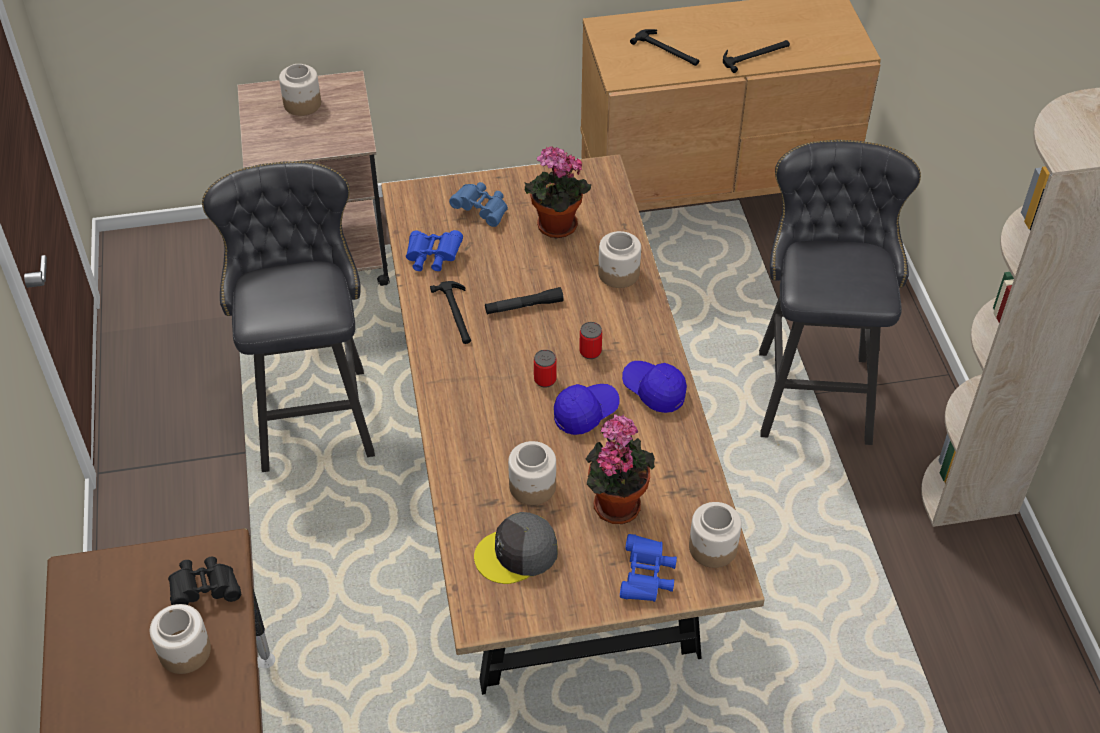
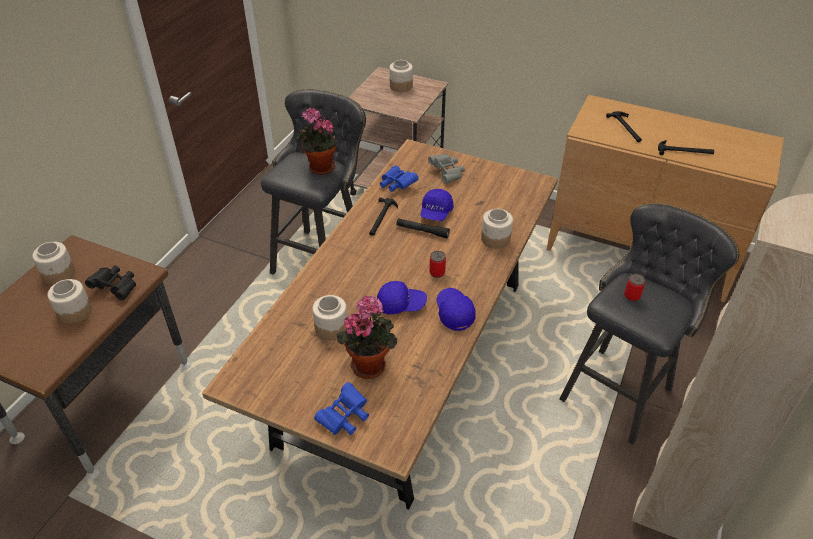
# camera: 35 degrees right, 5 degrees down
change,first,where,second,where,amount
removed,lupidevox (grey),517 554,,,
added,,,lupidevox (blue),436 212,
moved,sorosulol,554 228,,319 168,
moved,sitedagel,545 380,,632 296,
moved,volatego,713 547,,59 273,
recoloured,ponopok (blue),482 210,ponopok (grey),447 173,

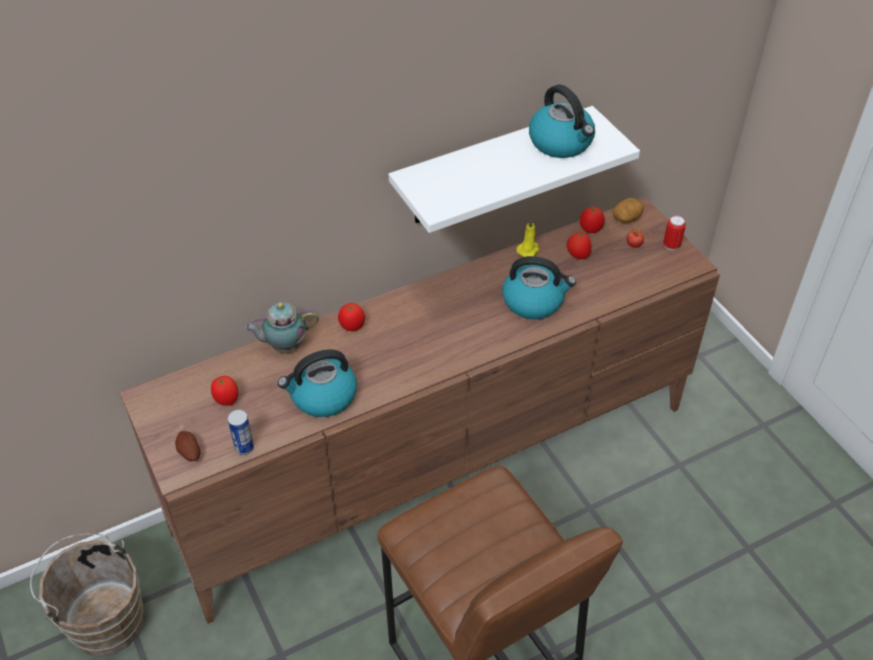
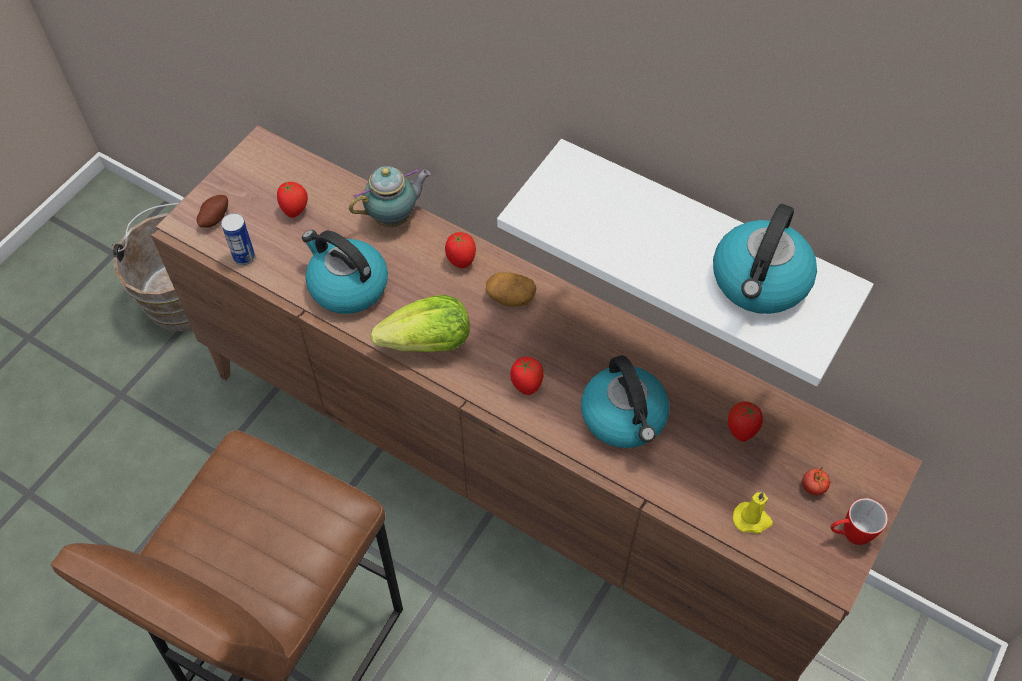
# camera: 60 degrees right, 10 degrees up
change,first,where,second,where,amount
added,,,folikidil,428 343,
moved,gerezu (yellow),528 250,,752 519,
moved,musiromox,590 229,,526 385,
moved,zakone,626 218,,510 297,
replaced,sitedagel,671 245,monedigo,849 534,
turned,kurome,284 346,,395 217,105 degrees clockwise

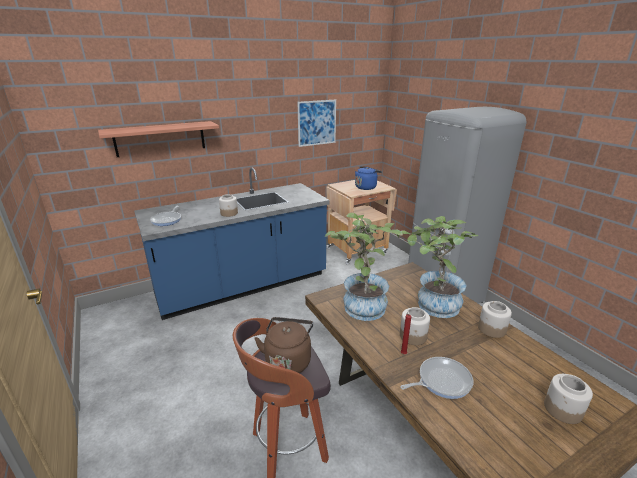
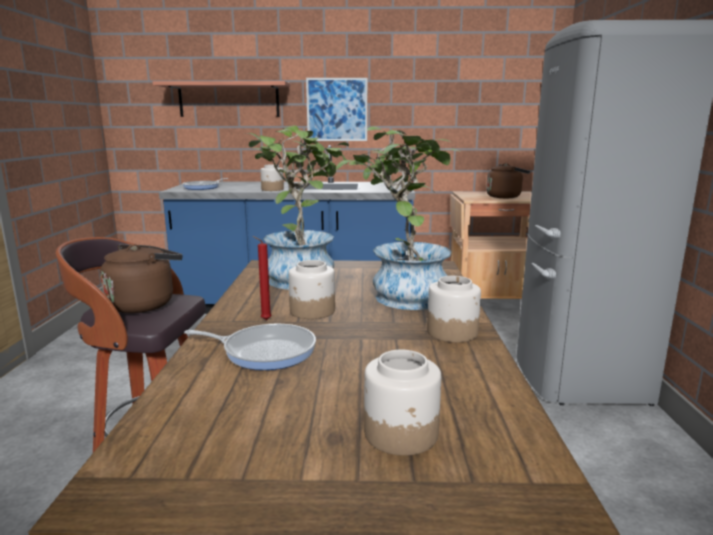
# camera: 30 degrees right, 10 degrees down
change,first,where,second,where,amount
moved,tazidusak,317 123,,337 109,
recoloured,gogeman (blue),366 187,gogeman (brown),505 196,

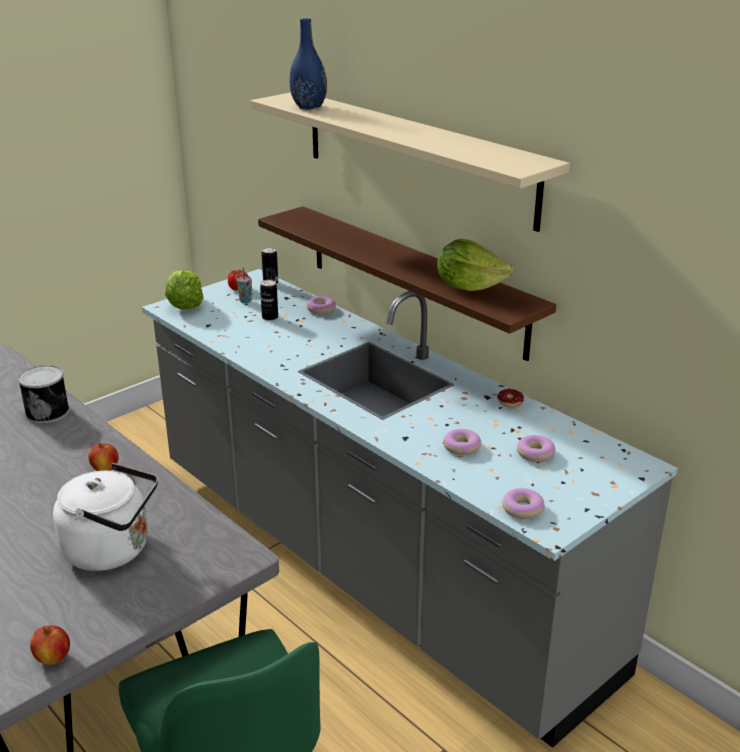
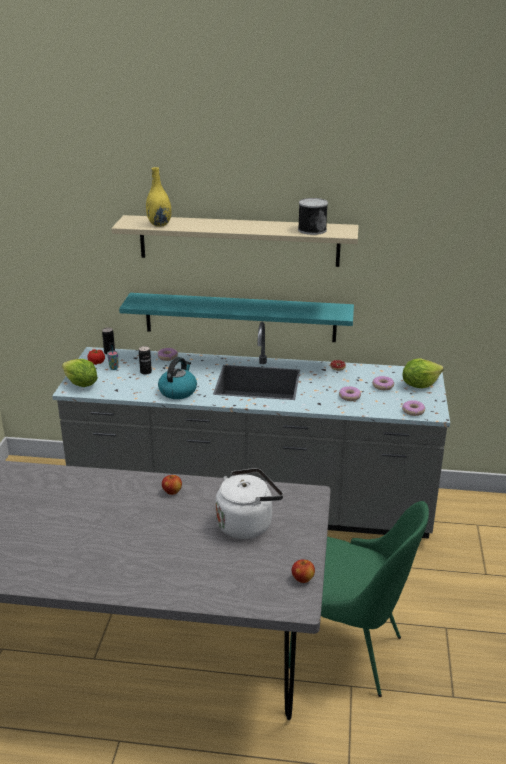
# camera: 40 degrees left, 0 degrees up
change,first,where,second,where,amount
added,,,gogeman,178 391,
moved,sitedagel,48 412,,311 229,
moved,folikidil,469 286,,419 385,
recoloured,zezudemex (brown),414 279,zezudemex (turquoise),240 317,
recoloured,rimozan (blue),309 107,rimozan (yellow),159 224,

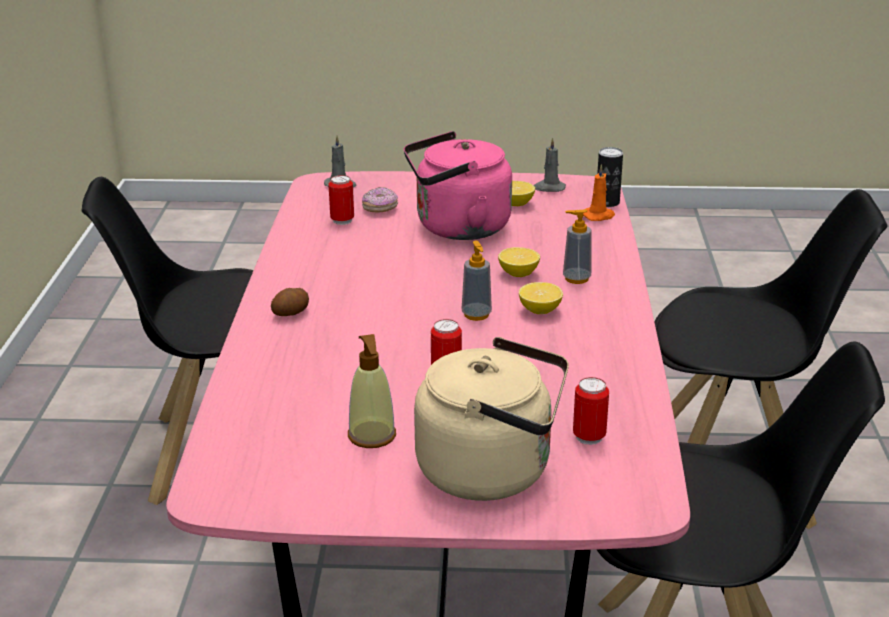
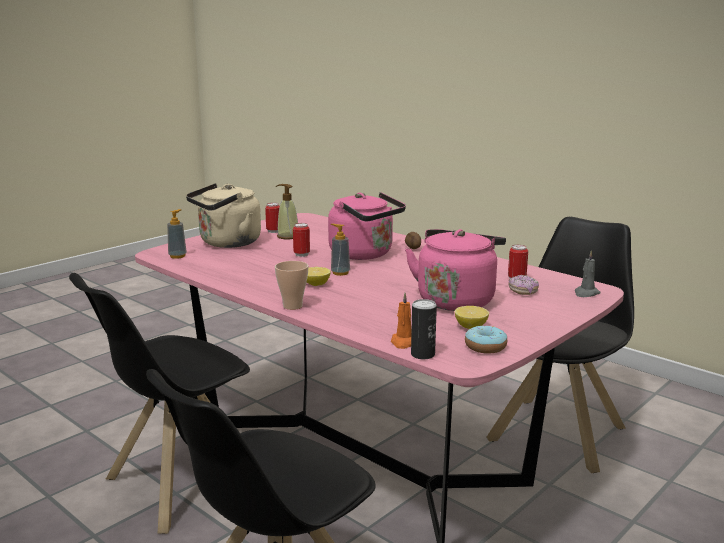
# camera: 130 degrees right, 10 degrees down
change,first,where,second,where,amount
removed,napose,518 273,,,
added,,,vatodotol,292 306,
added,,,gogeman (pink),364 254,
moved,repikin,576 278,,177 256,
moved,sitedagel,589 437,,273 231,
replaced,gerezu (grey),548 188,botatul,485 347,

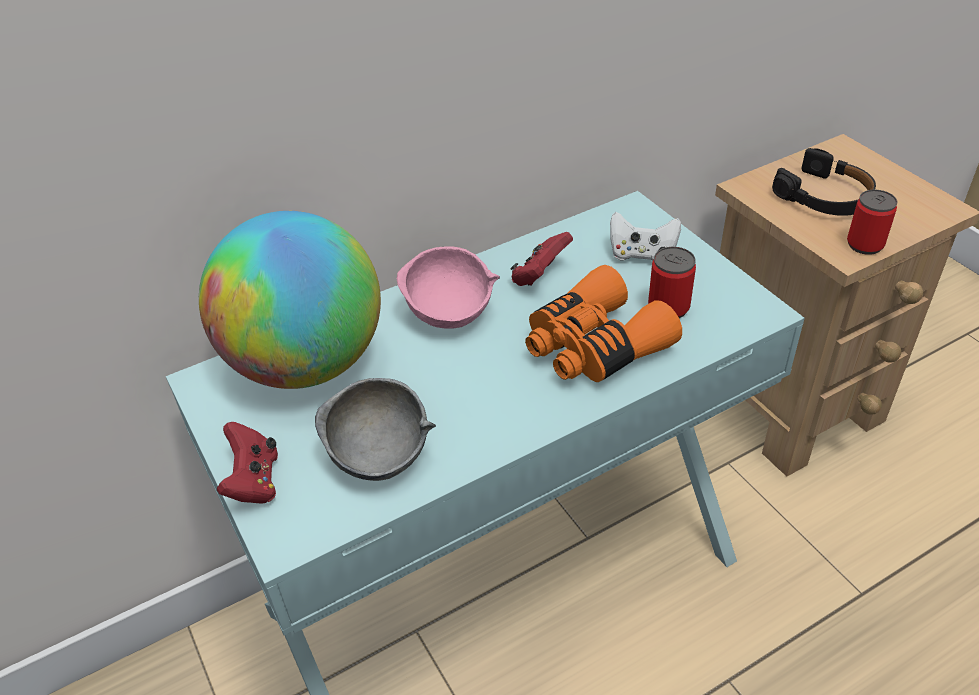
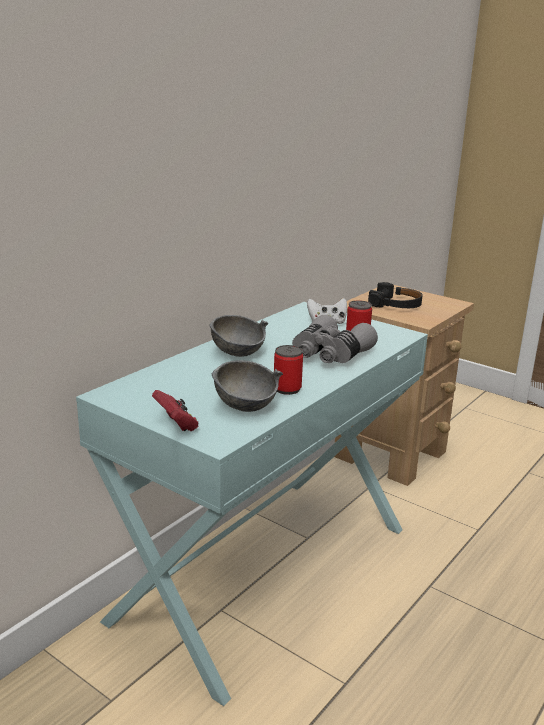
# camera: 25 degrees left, 20 degrees down
change,first,where,second,where,amount
removed,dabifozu,306 363,,,
removed,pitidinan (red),540 276,,,
moved,sitedagel,865 244,,287 389,
recoloured,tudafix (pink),450 313,tudafix (grey),238 353,
recoloured,ponopok (orange),593 346,ponopok (grey),330 354,

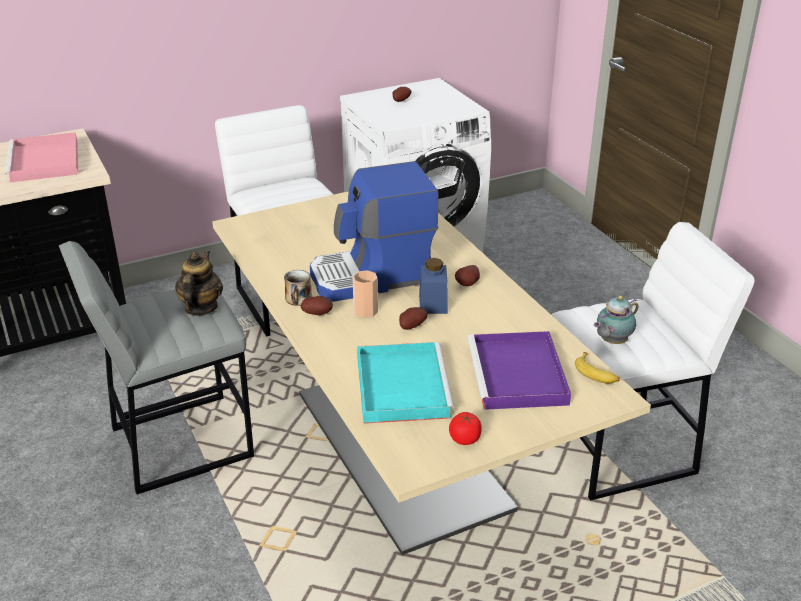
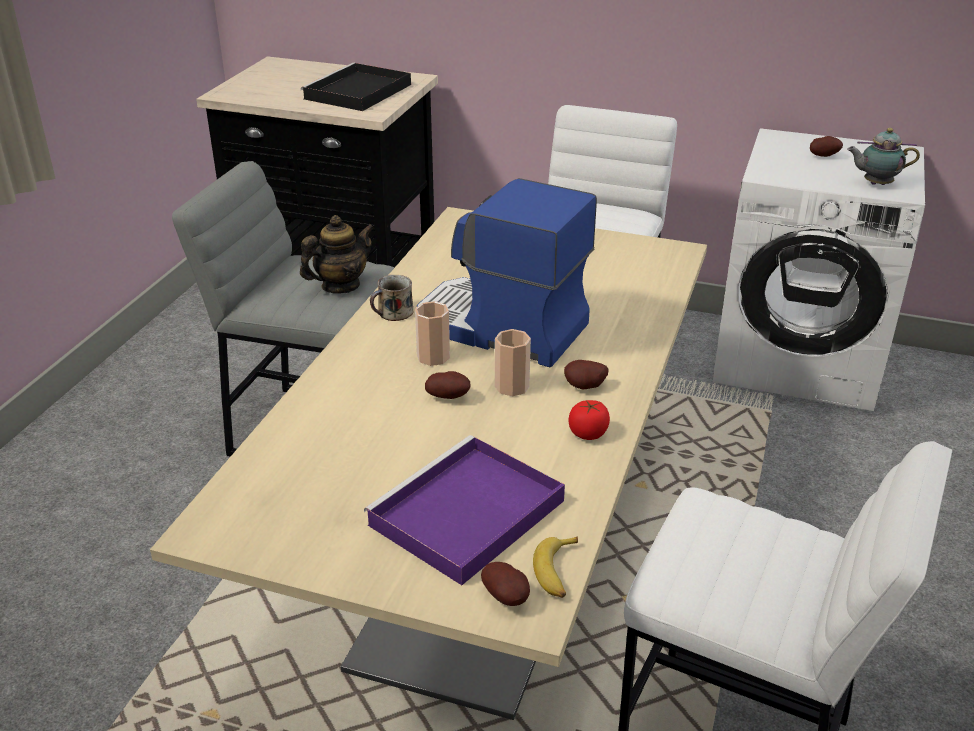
# camera: 45 degrees right, 0 degrees up
change,first,where,second,where,amount
removed,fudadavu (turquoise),401 385,,,
moved,zakone,318 314,,507 598,
moved,musiromox,465 439,,588 433,
moved,kurome,612 342,,875 184,
replaced,volatego (blue),433 304,vatodotol,512 386,
recoloured,fudadavu (pink),45 162,fudadavu (black),357 92,

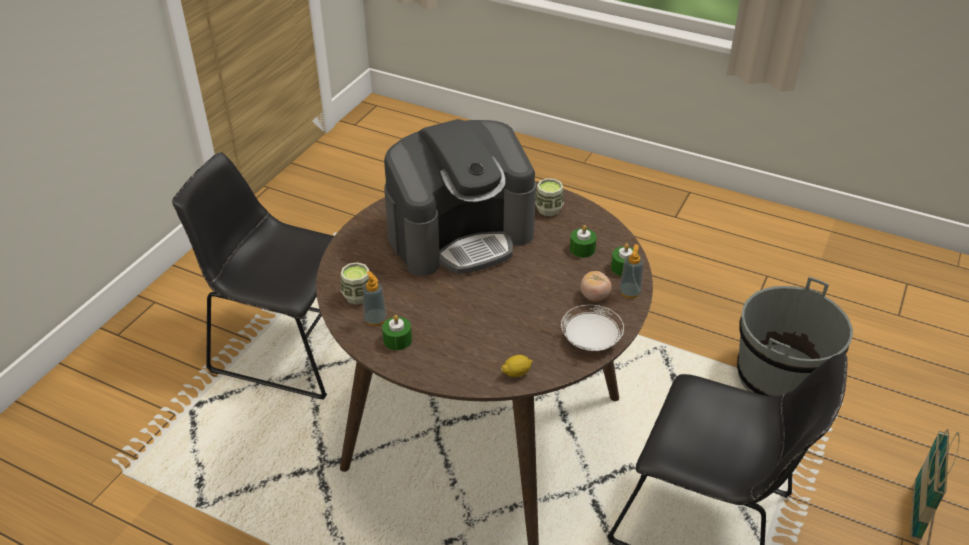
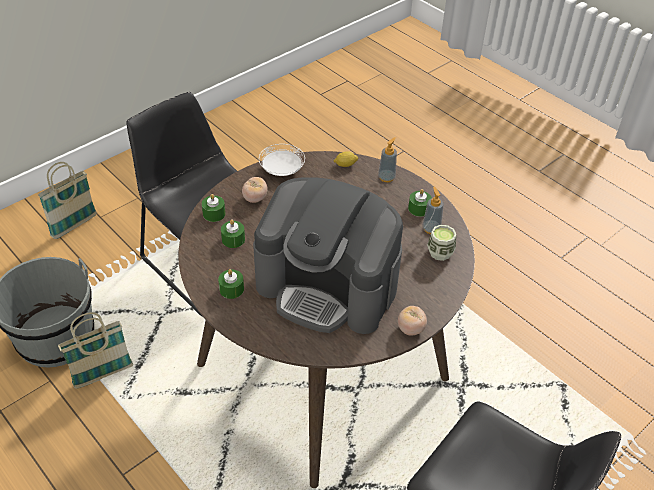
# camera: 160 degrees left, 5 degrees up
change,first,where,second,where,amount
added,,,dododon,103 375,
added,,,musiromox,410 329,
moved,repikin,629 292,,386 177,
replaced,vatodotol,548 209,gerezu (green),231 289,
turned,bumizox,461 234,,328 286,150 degrees counterclockwise

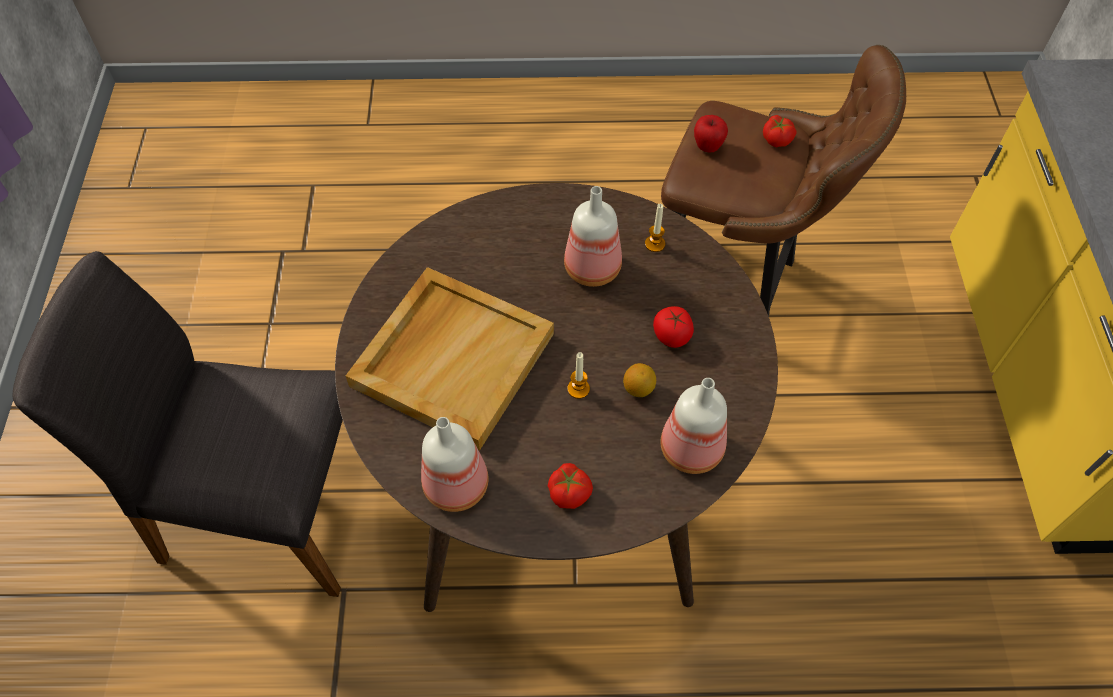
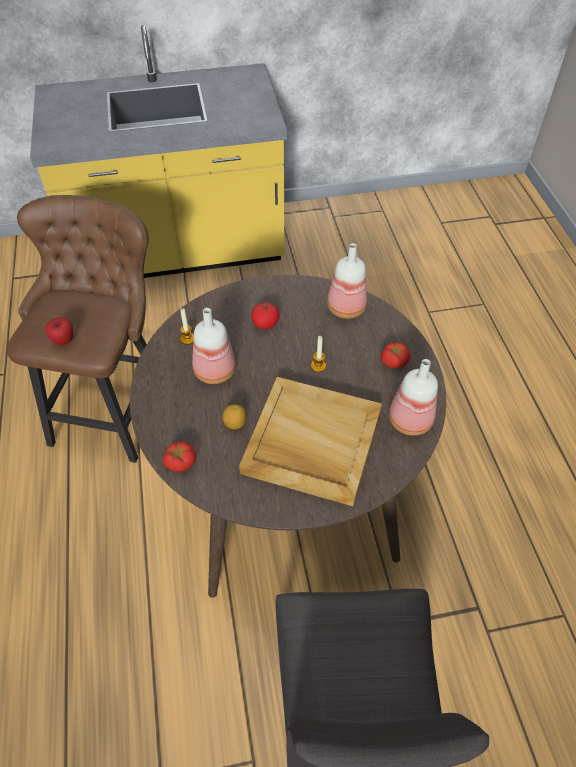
# camera: 100 degrees left, 5 degrees down
change,first,where,second,where,amount
moved,napose,638 388,,235 423,
moved,musiromox,777 139,,180 461,

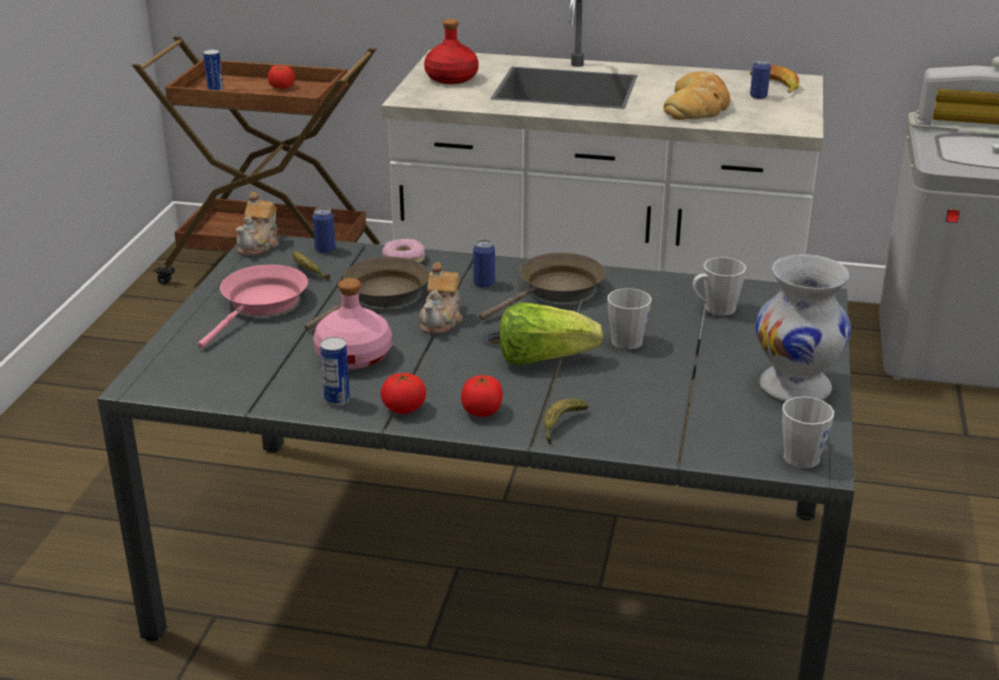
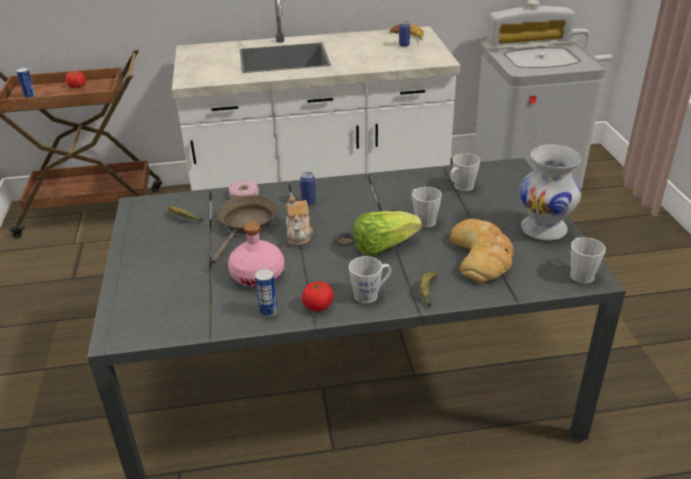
# camera: 20 degrees left, 5 degrees up
change,first,where,second,where,amount
removed,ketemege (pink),261 304,,,
removed,kurome,259 245,,,
removed,sitedagel,325 250,,,
removed,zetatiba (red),451 78,,,
removed,ketemege (brown),556 291,,,
moved,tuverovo,698 106,,481 255,
replaced,musiromox,482 411,monedigo (grey),370 294,

